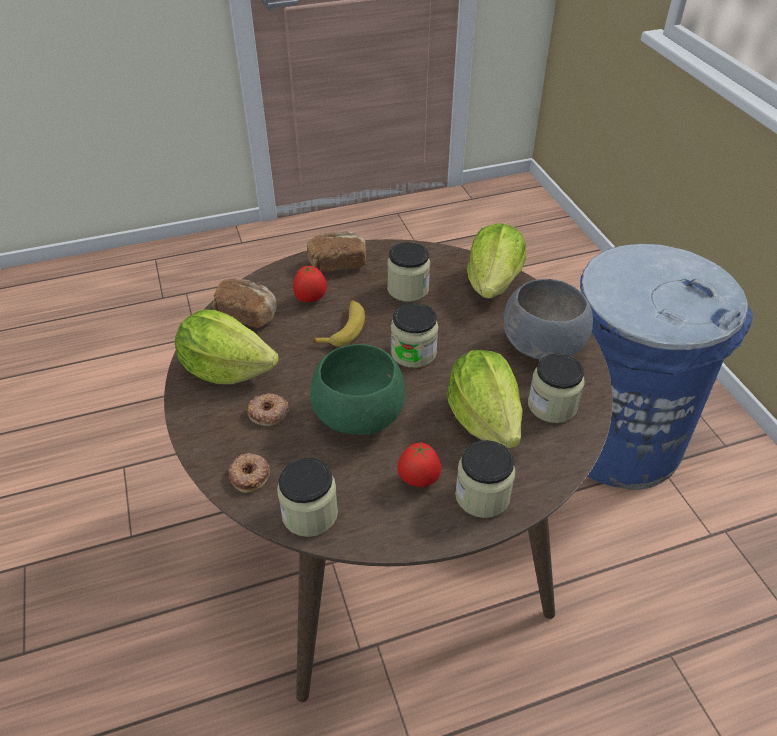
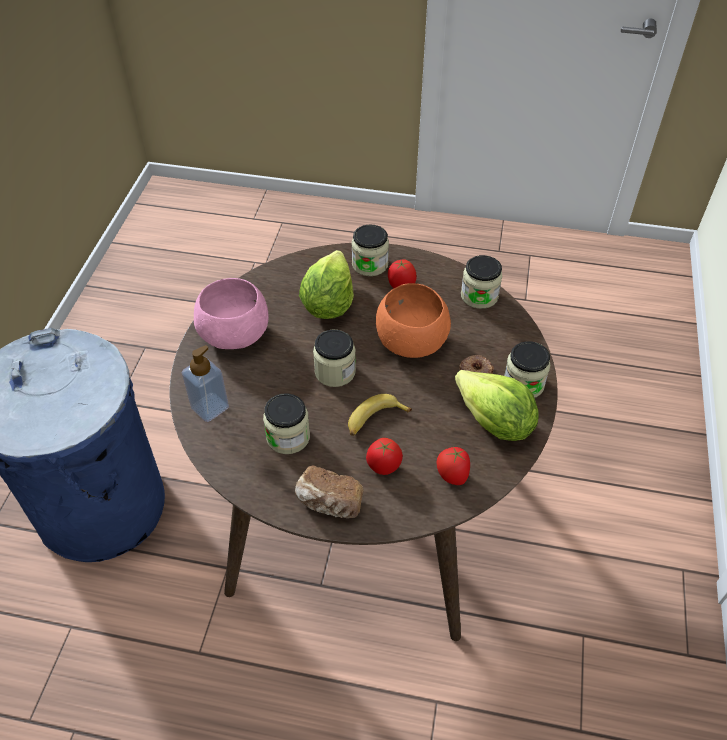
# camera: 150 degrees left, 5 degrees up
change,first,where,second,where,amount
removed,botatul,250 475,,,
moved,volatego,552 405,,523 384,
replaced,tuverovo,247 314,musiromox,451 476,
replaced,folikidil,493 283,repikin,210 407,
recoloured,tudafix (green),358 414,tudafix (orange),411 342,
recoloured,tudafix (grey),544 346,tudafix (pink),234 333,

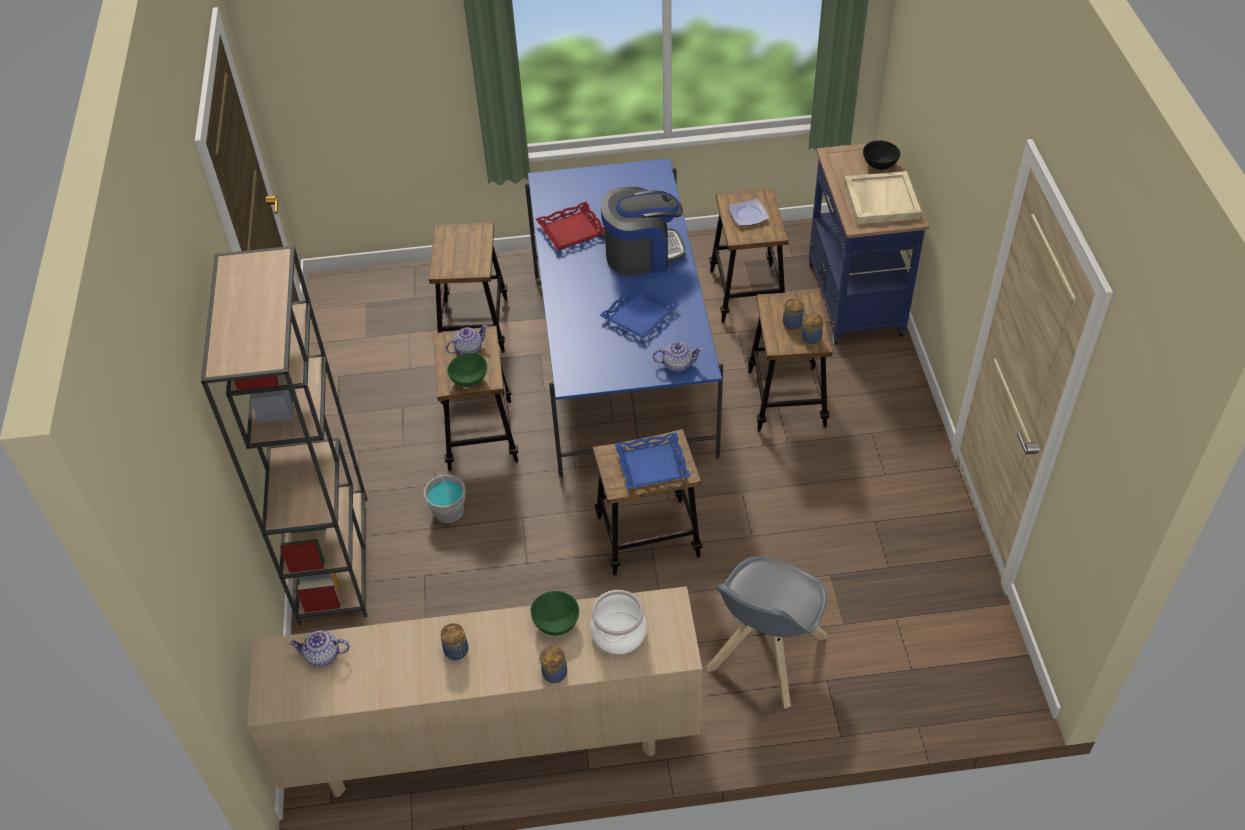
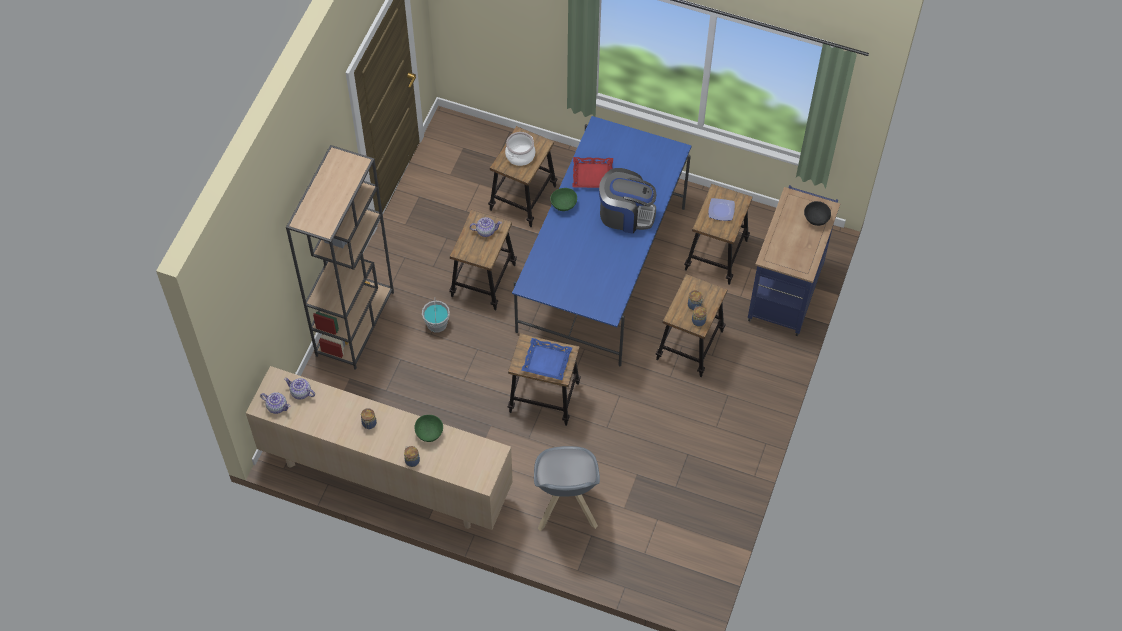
# camera: 25 degrees right, 10 degrees up
change,first,where,second,where,amount
removed,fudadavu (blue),639 315,,,
removed,fudadavu (beige),880 200,,,
moved,tudafix (green),470 379,,564 205,
moved,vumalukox,619 633,,520 155,
moved,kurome,677 364,,277 406,
turned,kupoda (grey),765 655,,566 503,60 degrees counterclockwise

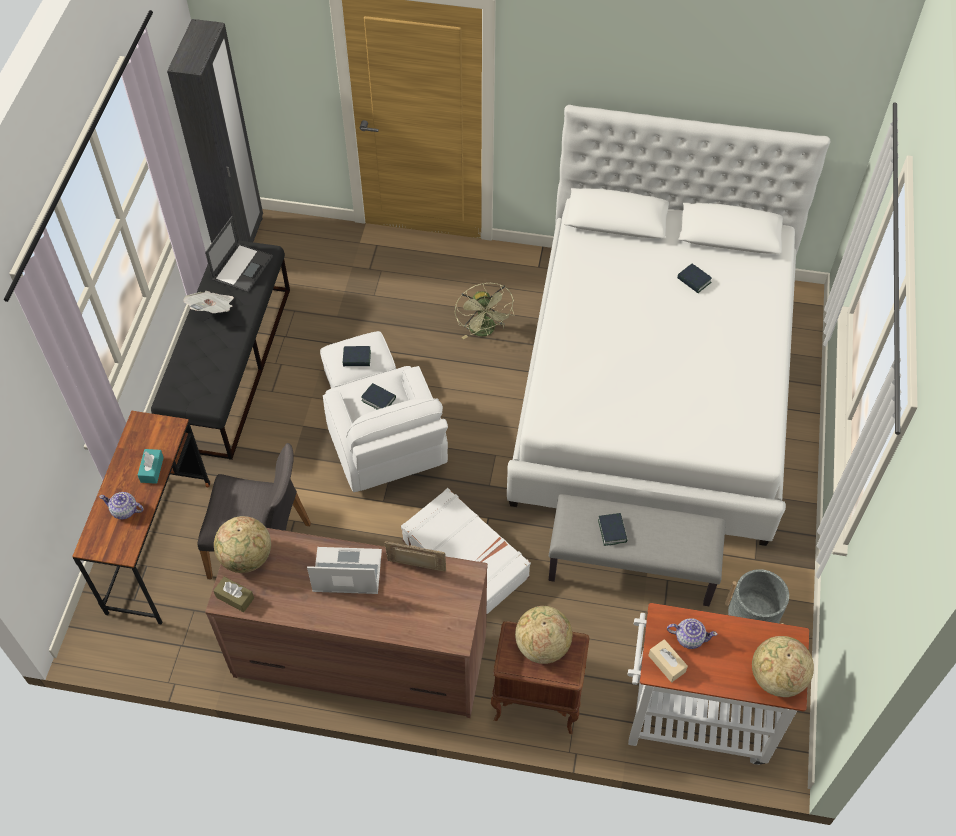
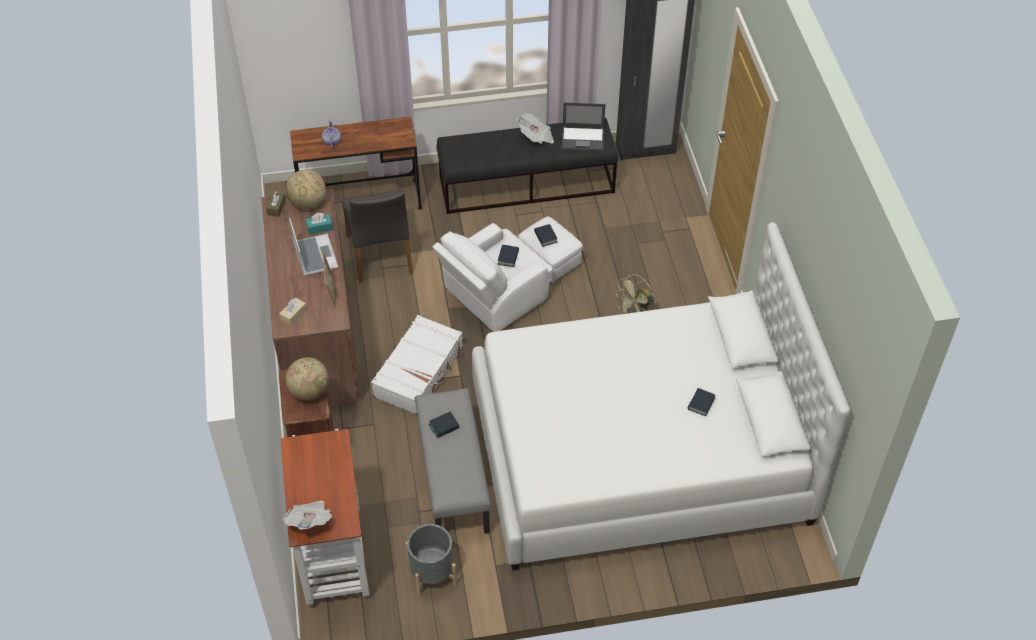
# camera: 70 degrees right, 5 degrees down
change,first,where,second,where,amount
removed,kurome,689 637,,,
moved,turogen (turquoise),152 469,,319 228,
moved,turogen (beige),666 664,,293 315,
replaced,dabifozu,776 678,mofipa,310 521,

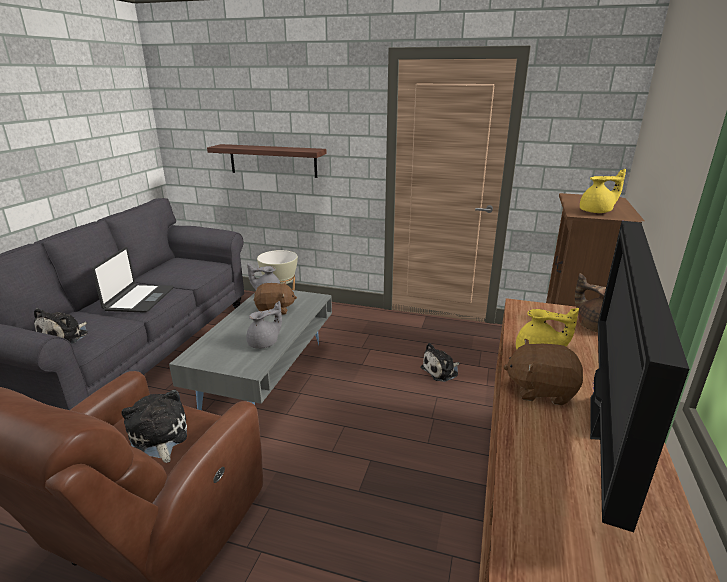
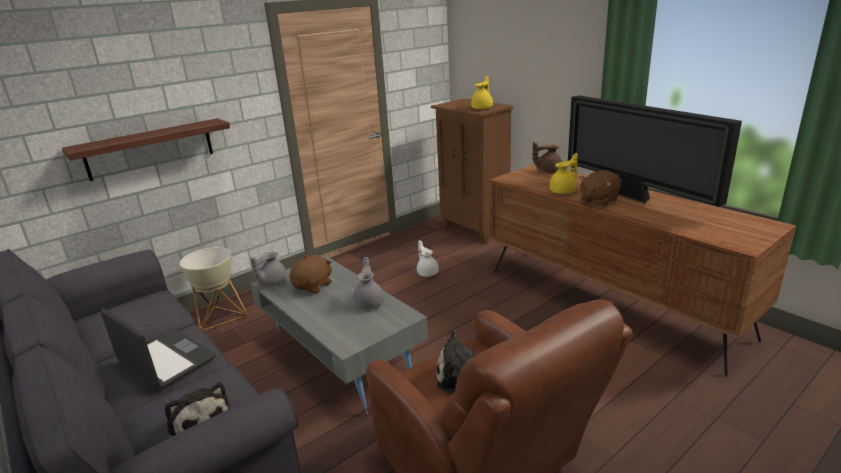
# camera: 55 degrees left, 0 degrees up
change,first,where,second,where,amount
replaced,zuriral,441 371,kurome (white),427 272,

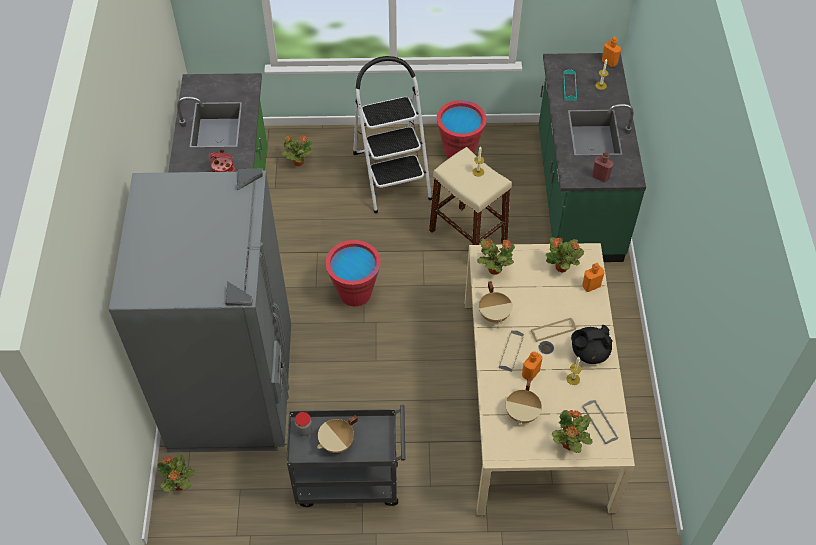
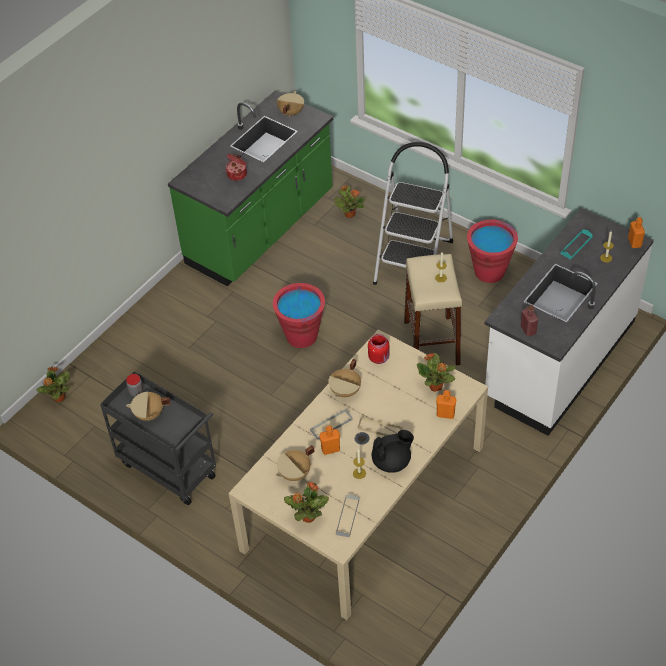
# camera: 40 degrees right, 5 degrees down
change,first,where,second,where,amount
removed,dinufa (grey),233 387,,,
added,,,vumalukox (beige),290 112,
replaced,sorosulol,494 269,volatego (red),379 357,
recoloured,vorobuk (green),576 195,vorobuk (white),559 359,
turned,kurome (black),589 352,,392 462,135 degrees clockwise

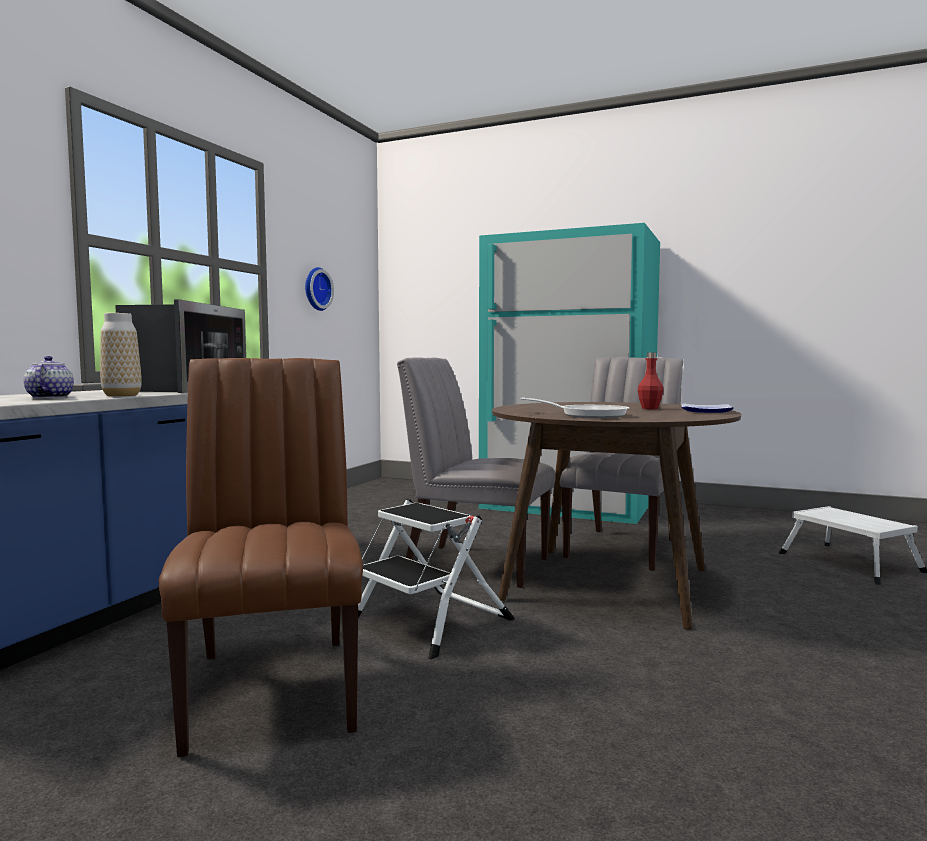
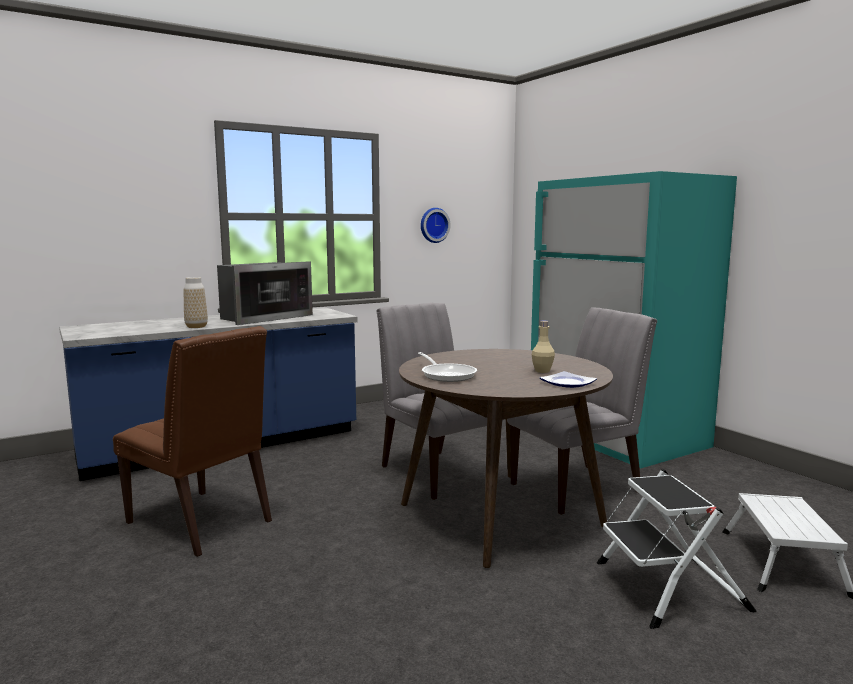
# camera: 35 degrees right, 5 degrees up
change,first,where,second,where,amount
removed,kurome,49 397,,,
moved,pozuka,431 621,,669 587,
recoloured,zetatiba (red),650 408,zetatiba (beige),542 371,
turned,kupoda (brown),273 691,,198 522,105 degrees clockwise

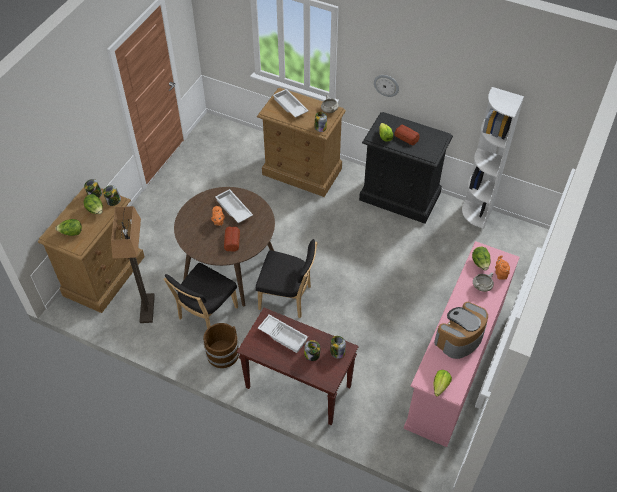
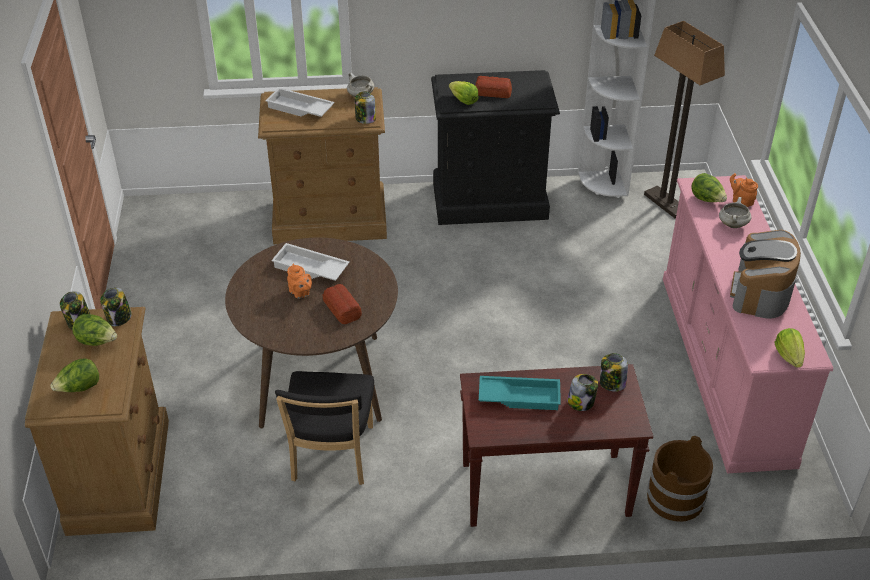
# camera: 30 degrees left, 10 degrees down
change,first,where,second,where,amount
removed,kupoda (black),287 298,,,
removed,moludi,386 85,,,
moved,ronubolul,147 308,,665 203,
moved,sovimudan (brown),222 354,,675 498,
recoloured,fudadavu (white),283 335,fudadavu (turquoise),520 396,

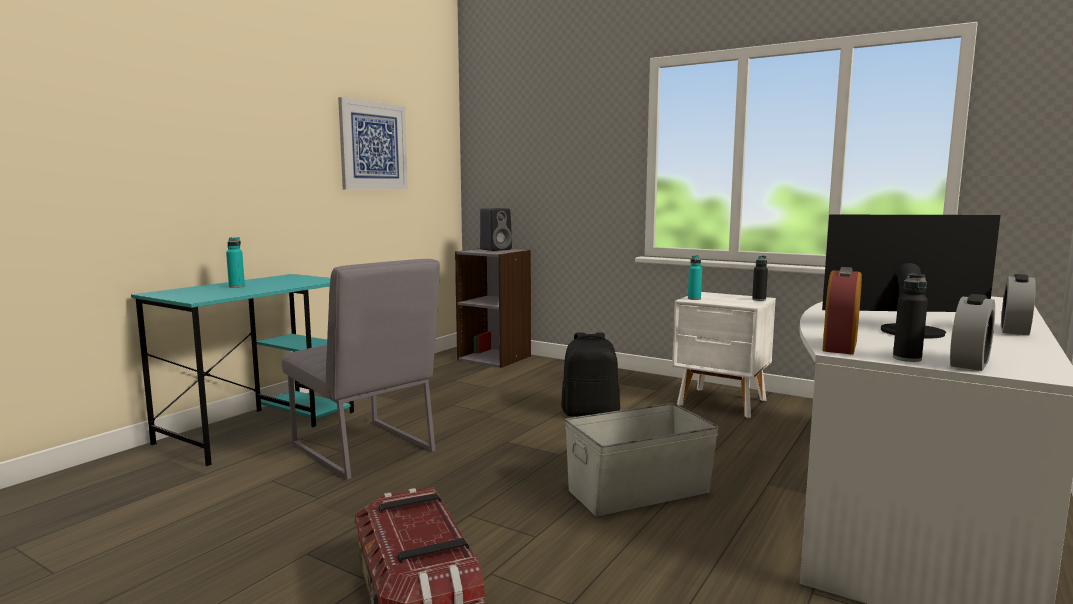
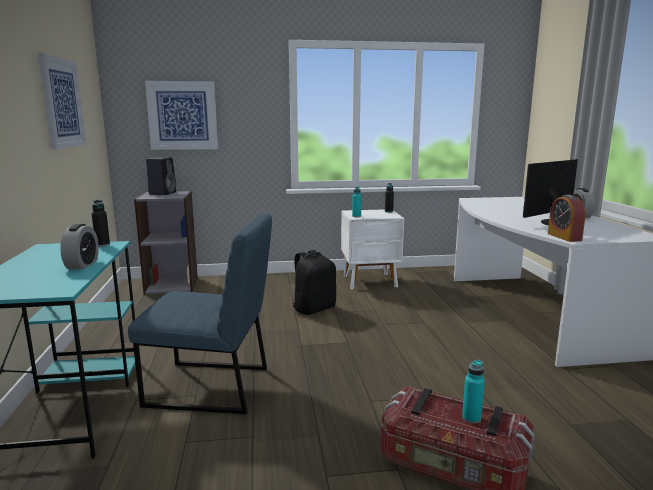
# camera: 40 degrees left, 5 degrees up
change,first,where,second,where,amount
removed,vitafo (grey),639 491,,,
added,,,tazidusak,182 115,
moved,zetatiba (turquoise),236 286,,471 418,
moved,zetatiba (black),907 359,,102 245,
moved,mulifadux,969 363,,82 265,
recoloured,kupoda (grey),364 449,kupoda (blue),211 387,

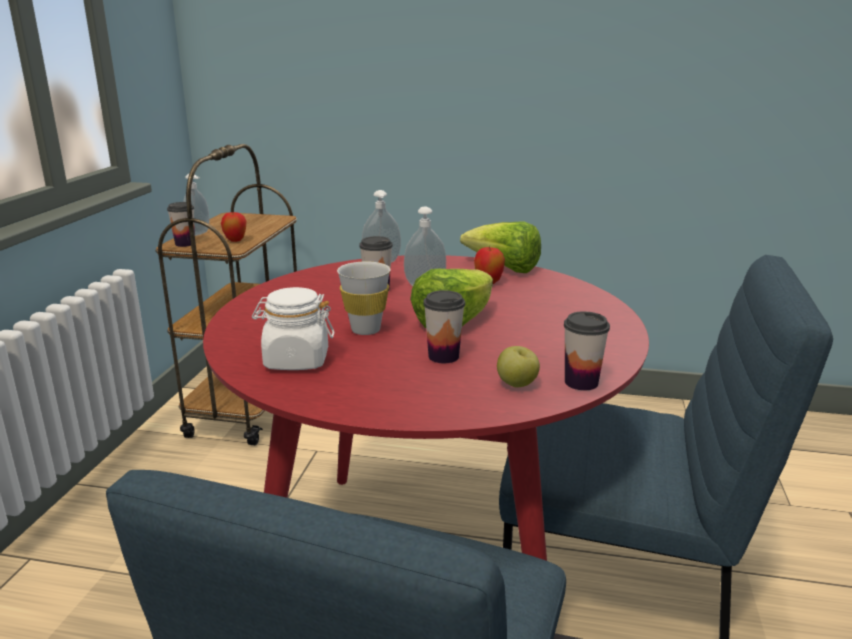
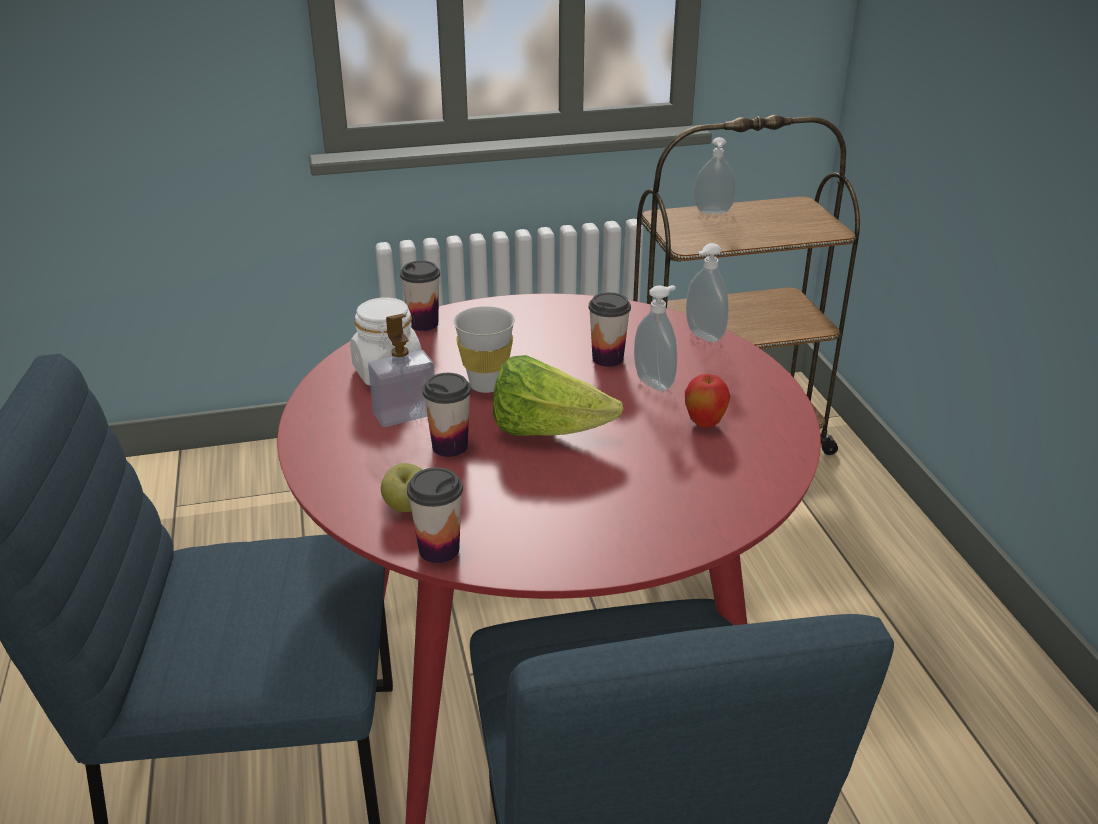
# camera: 65 degrees right, 10 degrees up
change,first,where,second,where,amount
removed,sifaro,235 241,,,
removed,folikidil,504 269,,,
added,,,repikin,405 414,
moved,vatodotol,185 244,,423 324,

